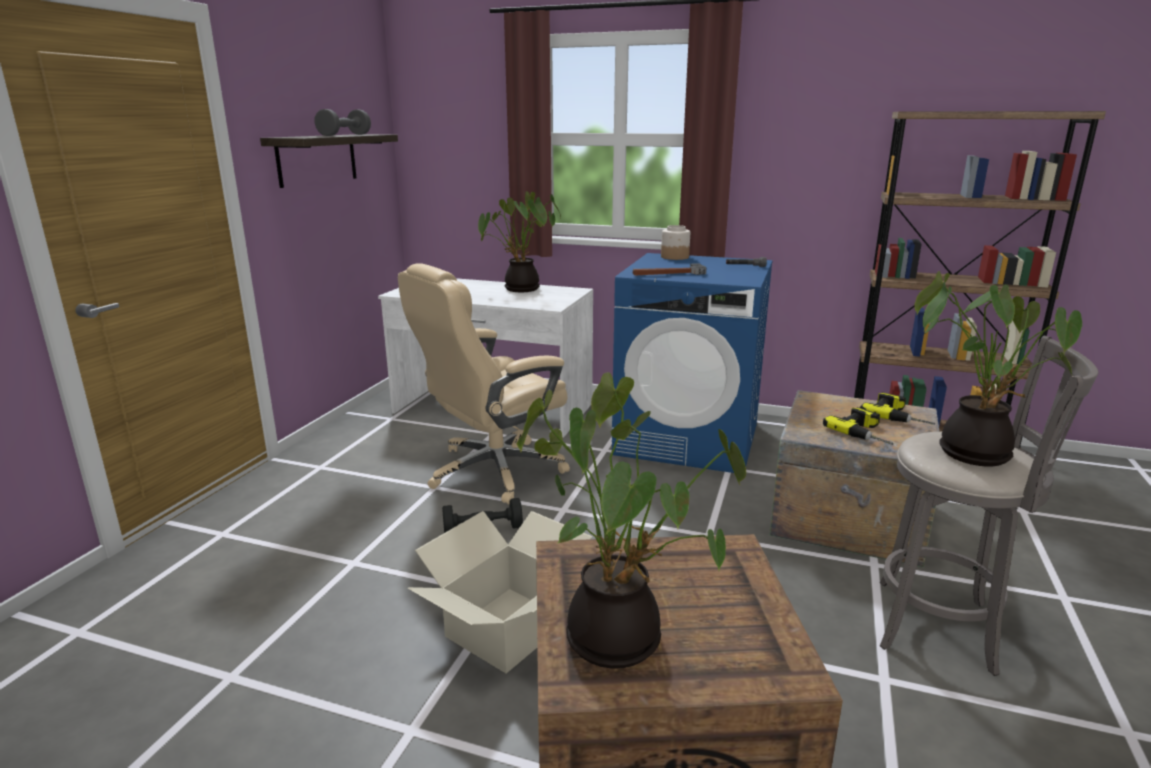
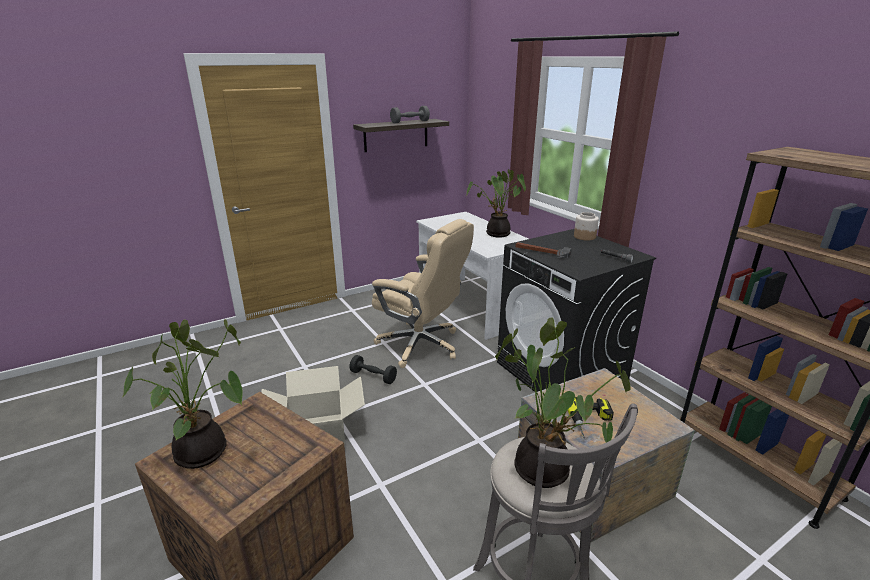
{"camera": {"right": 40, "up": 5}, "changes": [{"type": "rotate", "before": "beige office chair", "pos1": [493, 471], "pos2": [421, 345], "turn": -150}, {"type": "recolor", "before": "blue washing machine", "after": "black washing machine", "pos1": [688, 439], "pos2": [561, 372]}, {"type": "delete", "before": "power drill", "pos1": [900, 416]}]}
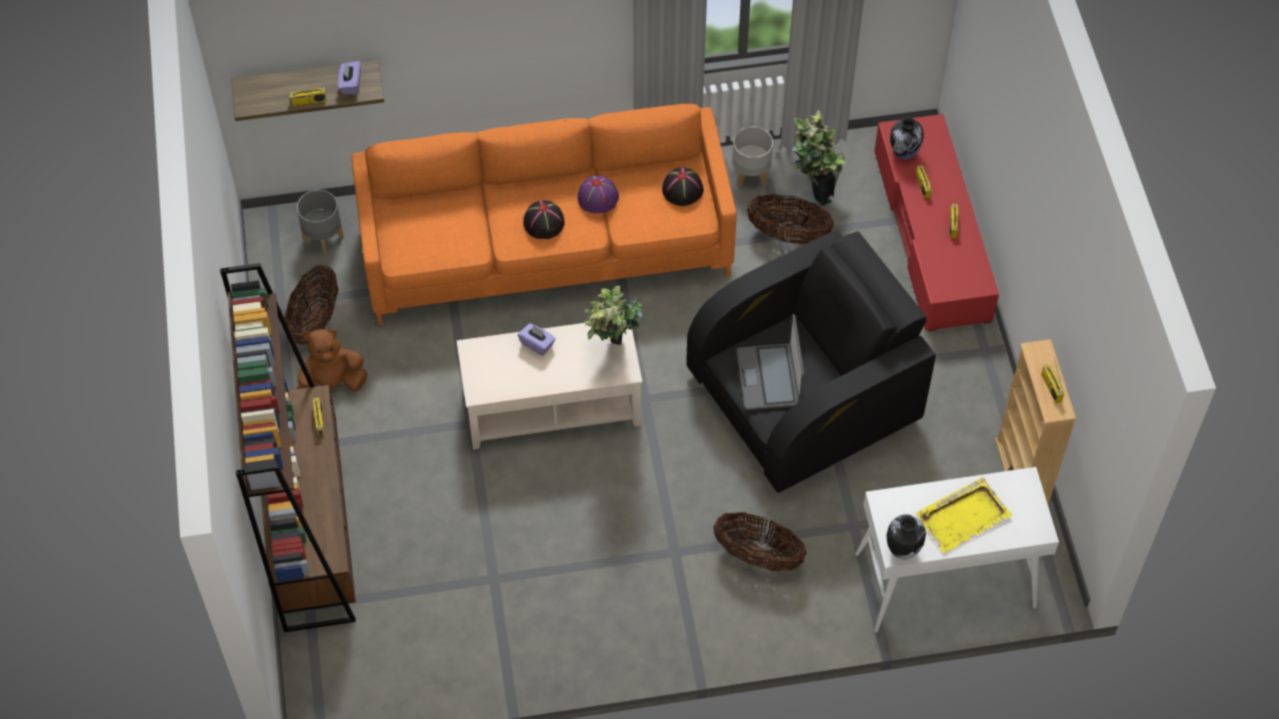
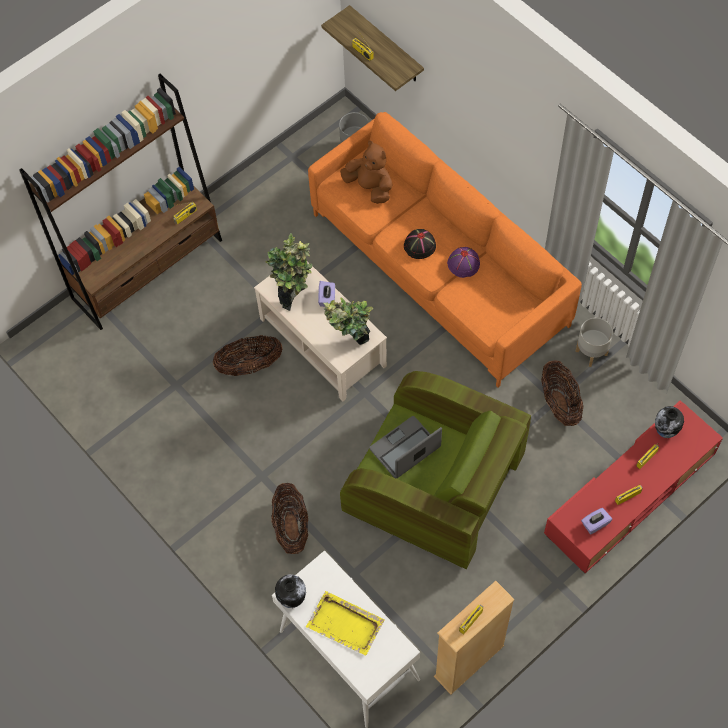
{"camera": {"right": 60, "up": 5}, "changes": [{"type": "move", "before": "basket", "pos1": [315, 320], "pos2": [250, 366]}, {"type": "move", "before": "potted plant", "pos1": [814, 190], "pos2": [293, 295]}, {"type": "move", "before": "brown plush toy", "pos1": [332, 384], "pos2": [369, 187]}, {"type": "recolor", "before": "black armchair", "after": "green armchair", "pos1": [806, 397], "pos2": [435, 487]}, {"type": "move", "before": "purple tissue box", "pos1": [350, 84], "pos2": [595, 524]}, {"type": "delete", "before": "black hat", "pos1": [682, 189]}]}
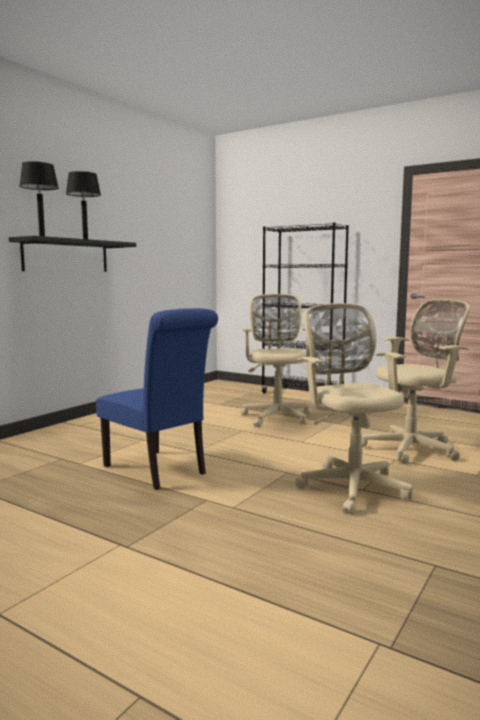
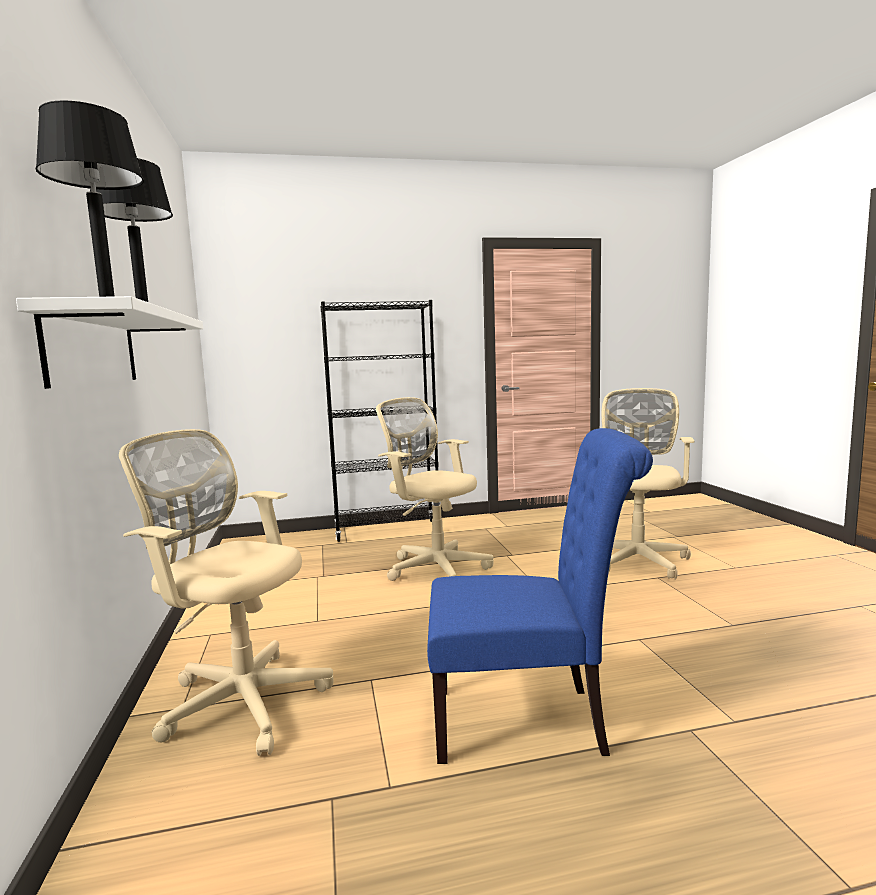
{"camera": {"right": -45, "up": 0}, "changes": [{"type": "recolor", "before": "black shelf", "after": "white shelf", "pos1": [66, 256], "pos2": [93, 348]}, {"type": "move", "before": "beige office chair", "pos1": [351, 486], "pos2": [240, 699]}]}
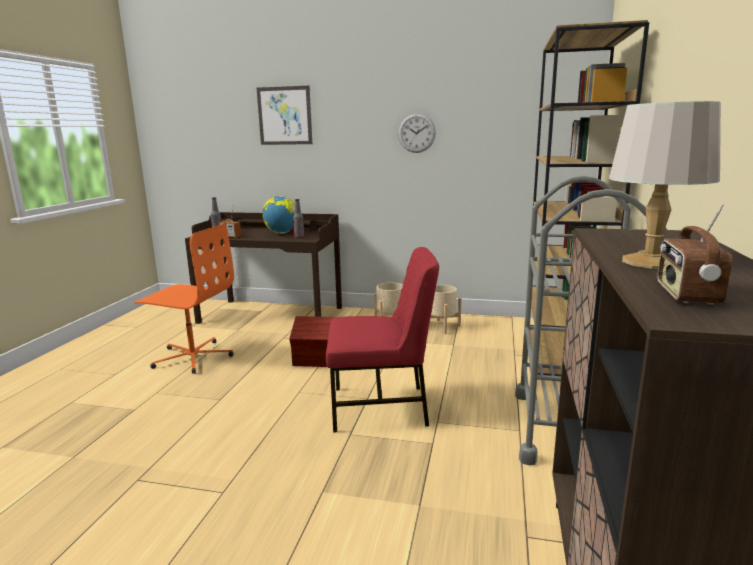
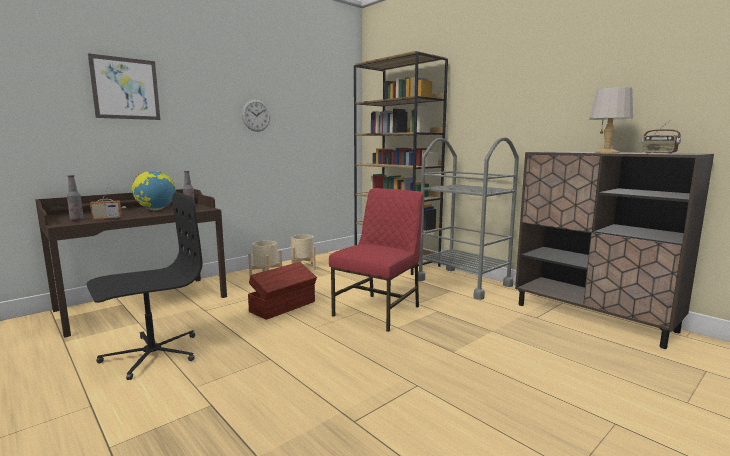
{"camera": {"right": -55, "up": -5}, "changes": [{"type": "recolor", "before": "orange office chair", "after": "black office chair", "pos1": [193, 357], "pos2": [152, 354]}]}
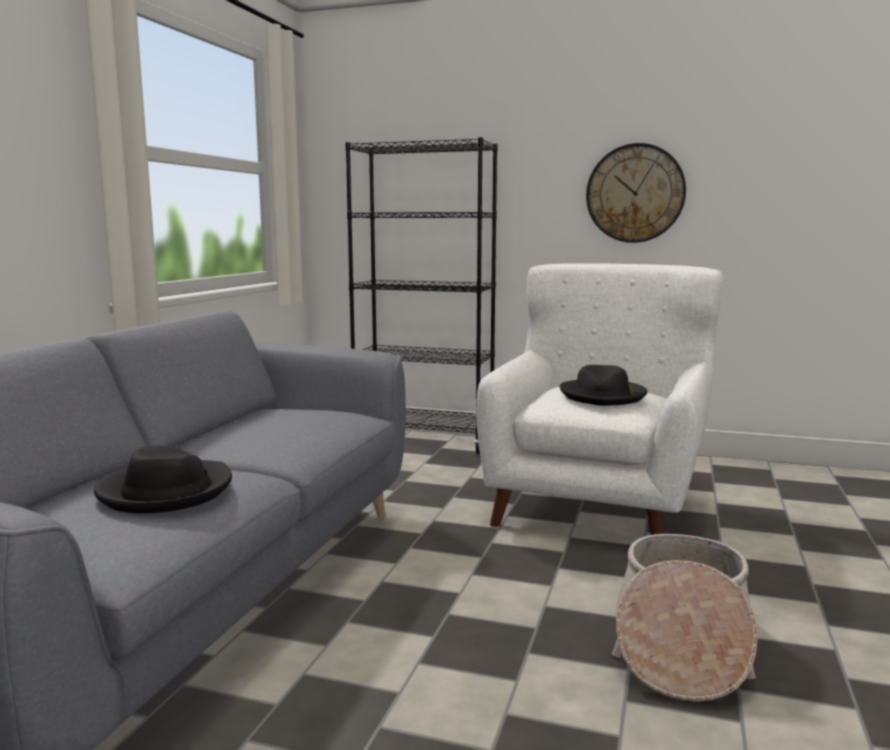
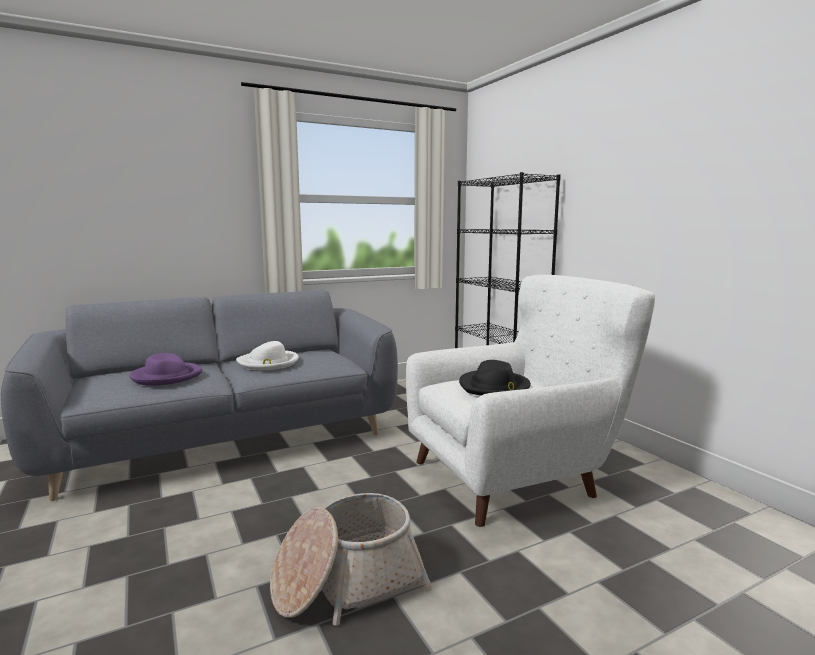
{"camera": {"right": 45, "up": 0}, "changes": [{"type": "recolor", "before": "black hat", "after": "purple hat", "pos1": [165, 491], "pos2": [166, 376]}, {"type": "insert", "after": "white hat", "pos2": [268, 363]}, {"type": "delete", "before": "wall clock", "pos1": [635, 193]}]}
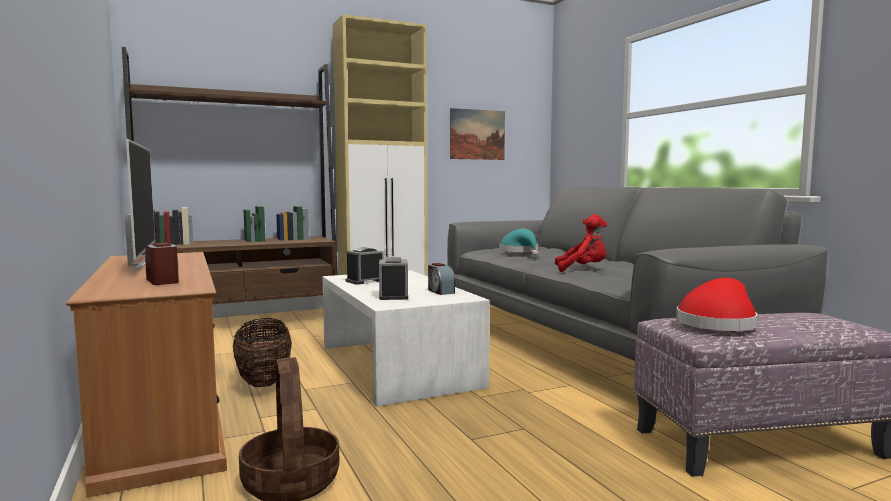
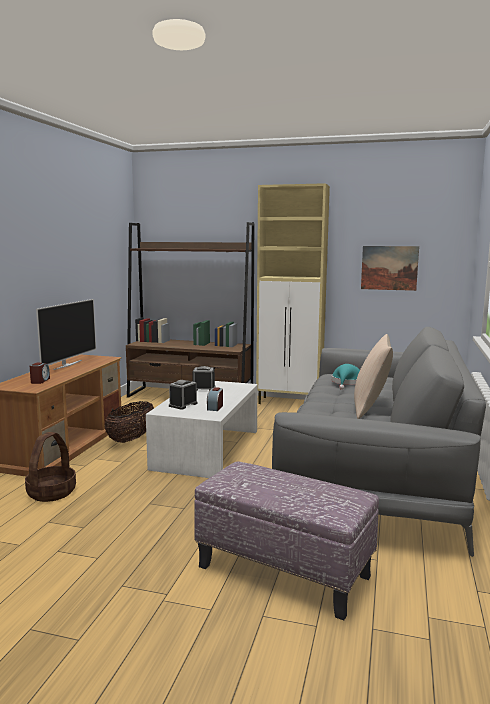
{"camera": {"right": 40, "up": 5}, "changes": [{"type": "insert", "after": "beige pillow", "pos2": [370, 408]}, {"type": "delete", "before": "red plush toy", "pos1": [583, 269]}, {"type": "delete", "before": "red hat", "pos1": [717, 323]}]}
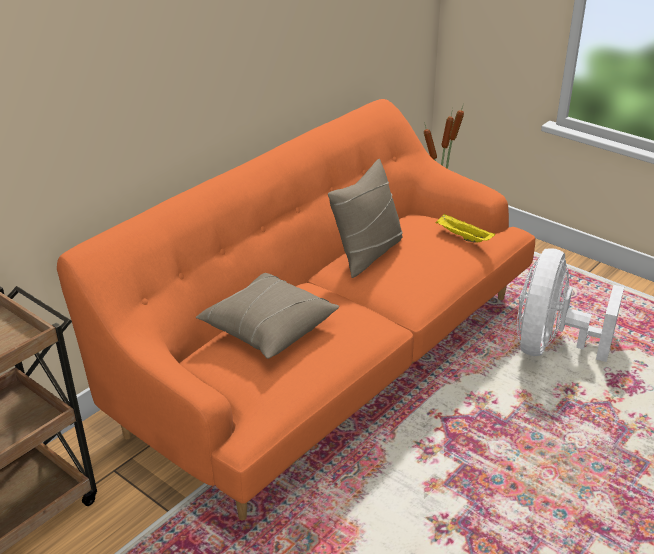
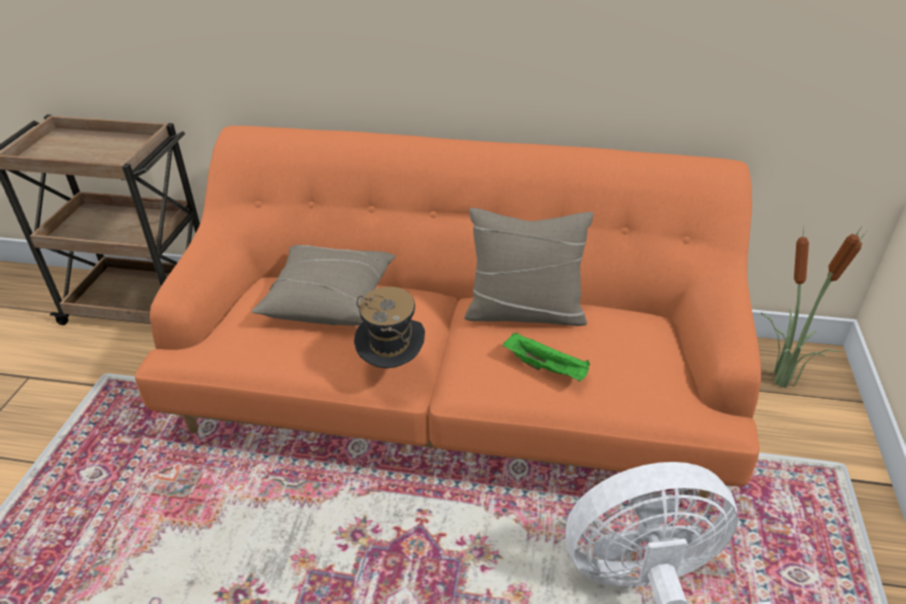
{"camera": {"right": 60, "up": 5}, "changes": [{"type": "insert", "after": "hat", "pos2": [392, 368]}, {"type": "insert", "after": "green tray", "pos2": [546, 368]}, {"type": "delete", "before": "yellow tray", "pos1": [462, 237]}]}
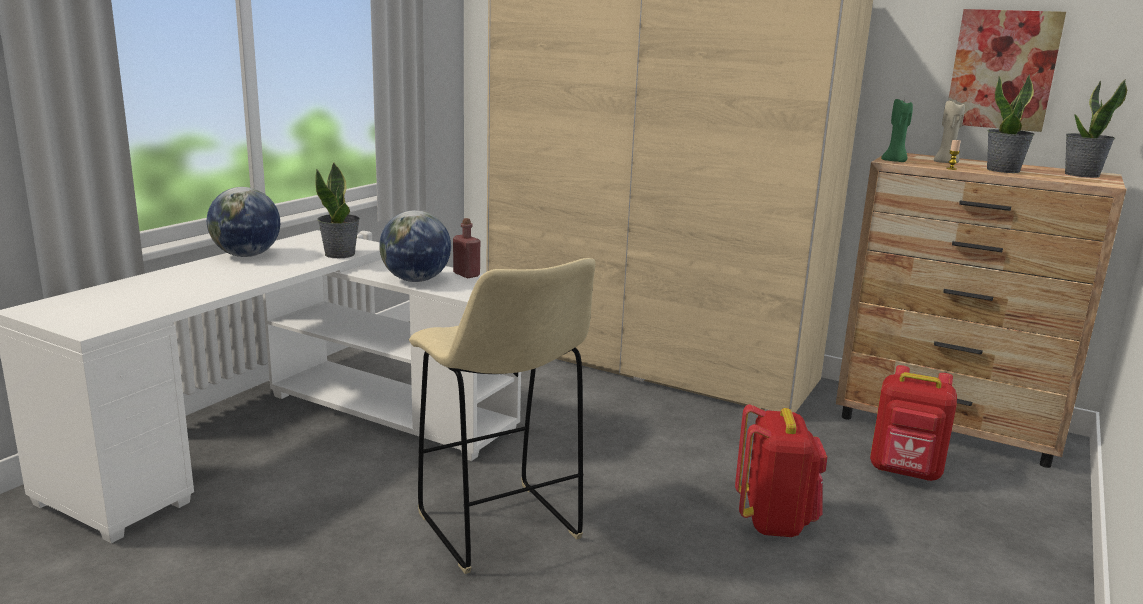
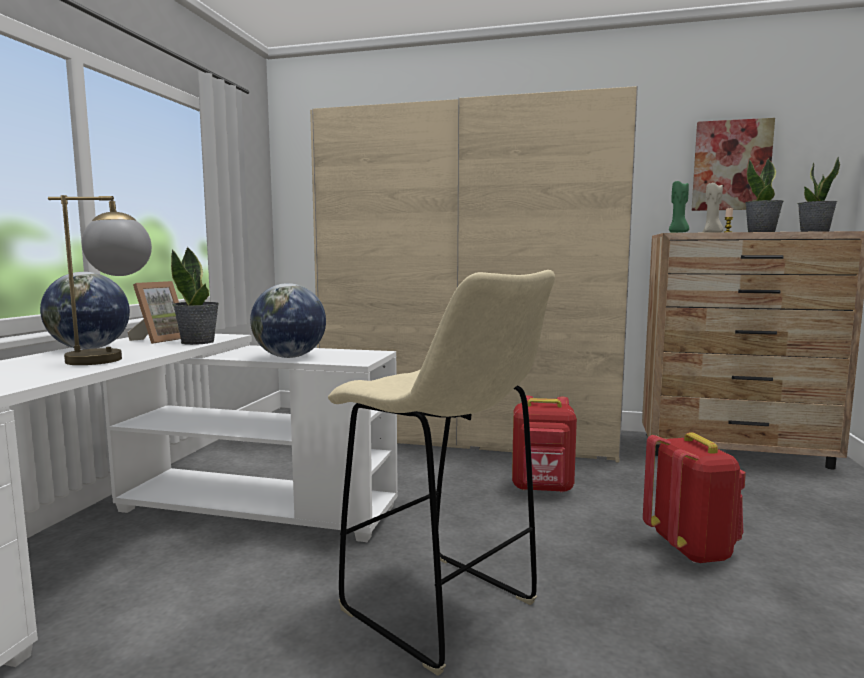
{"camera": {"right": -15, "up": -10}, "changes": [{"type": "insert", "after": "table lamp", "pos2": [113, 360]}, {"type": "insert", "after": "picture frame", "pos2": [159, 340]}, {"type": "move", "before": "red backpack", "pos1": [905, 472], "pos2": [542, 488]}, {"type": "delete", "before": "red bottle", "pos1": [466, 274]}]}
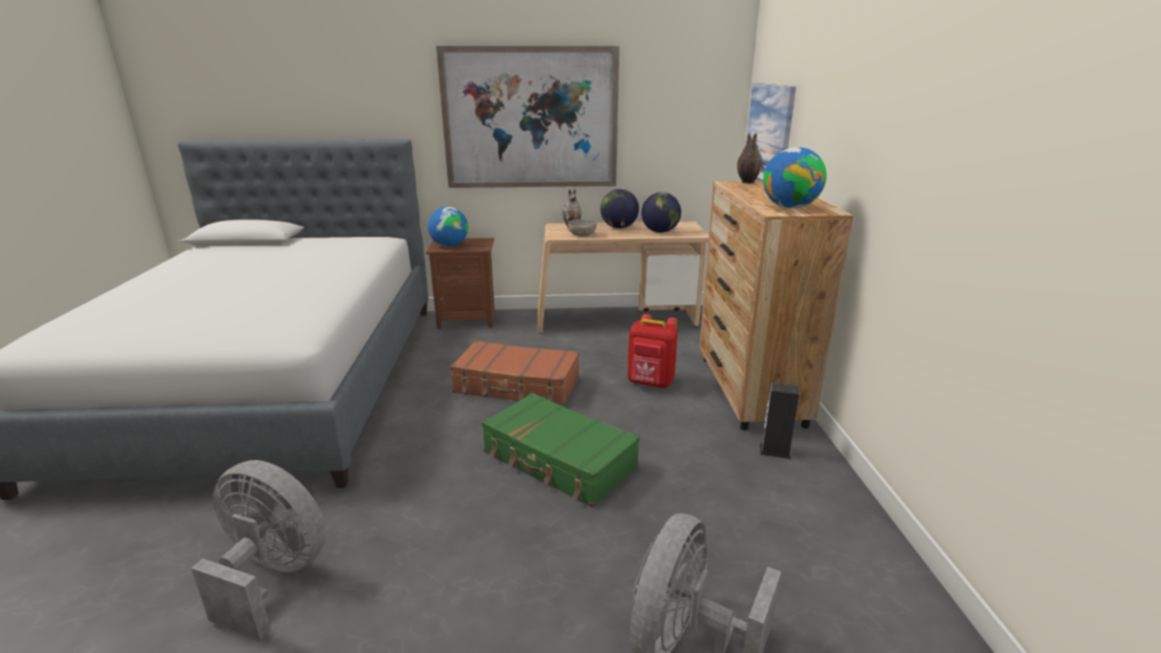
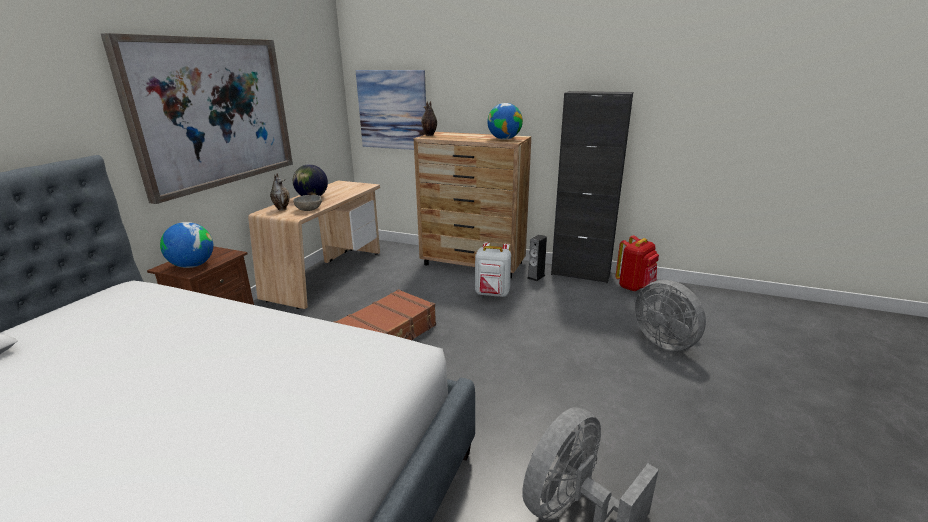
{"camera": {"right": -65, "up": 0}, "changes": [{"type": "insert", "after": "white backpack", "pos2": [492, 294]}, {"type": "insert", "after": "black cabinet", "pos2": [580, 274]}, {"type": "move", "before": "red backpack", "pos1": [650, 383], "pos2": [634, 286]}, {"type": "delete", "before": "green suitcase", "pos1": [559, 461]}, {"type": "delete", "before": "globe", "pos1": [660, 232]}]}
